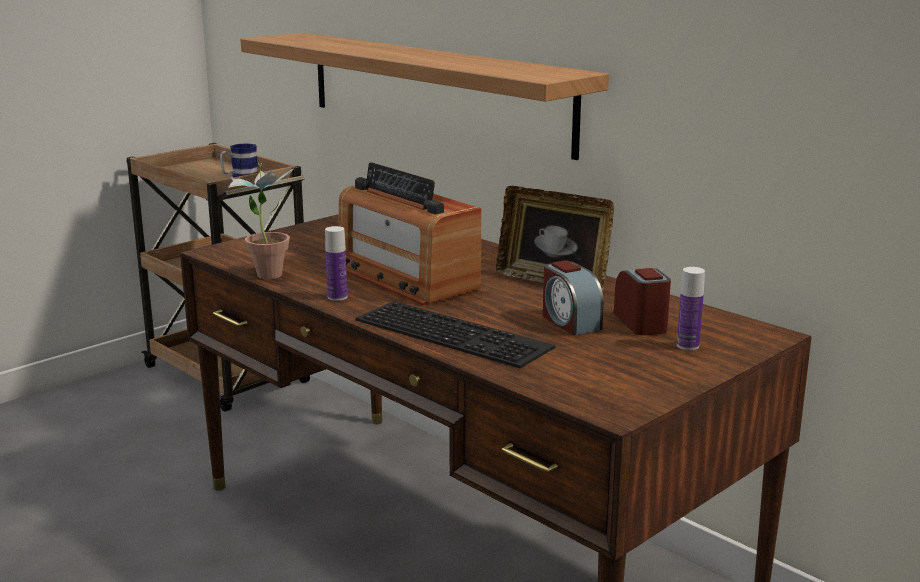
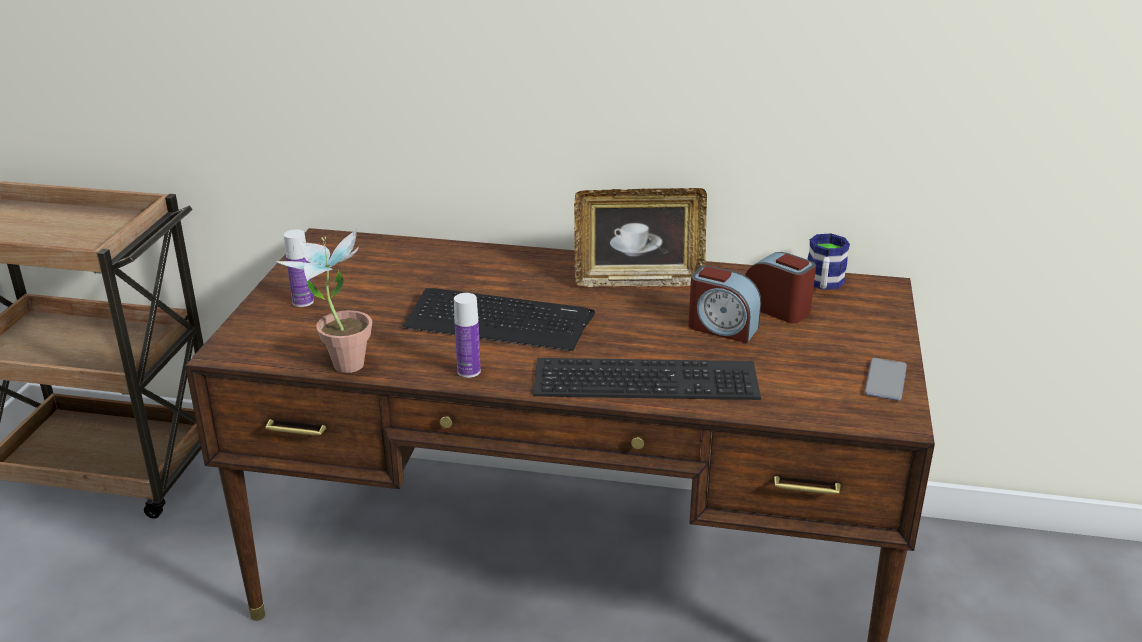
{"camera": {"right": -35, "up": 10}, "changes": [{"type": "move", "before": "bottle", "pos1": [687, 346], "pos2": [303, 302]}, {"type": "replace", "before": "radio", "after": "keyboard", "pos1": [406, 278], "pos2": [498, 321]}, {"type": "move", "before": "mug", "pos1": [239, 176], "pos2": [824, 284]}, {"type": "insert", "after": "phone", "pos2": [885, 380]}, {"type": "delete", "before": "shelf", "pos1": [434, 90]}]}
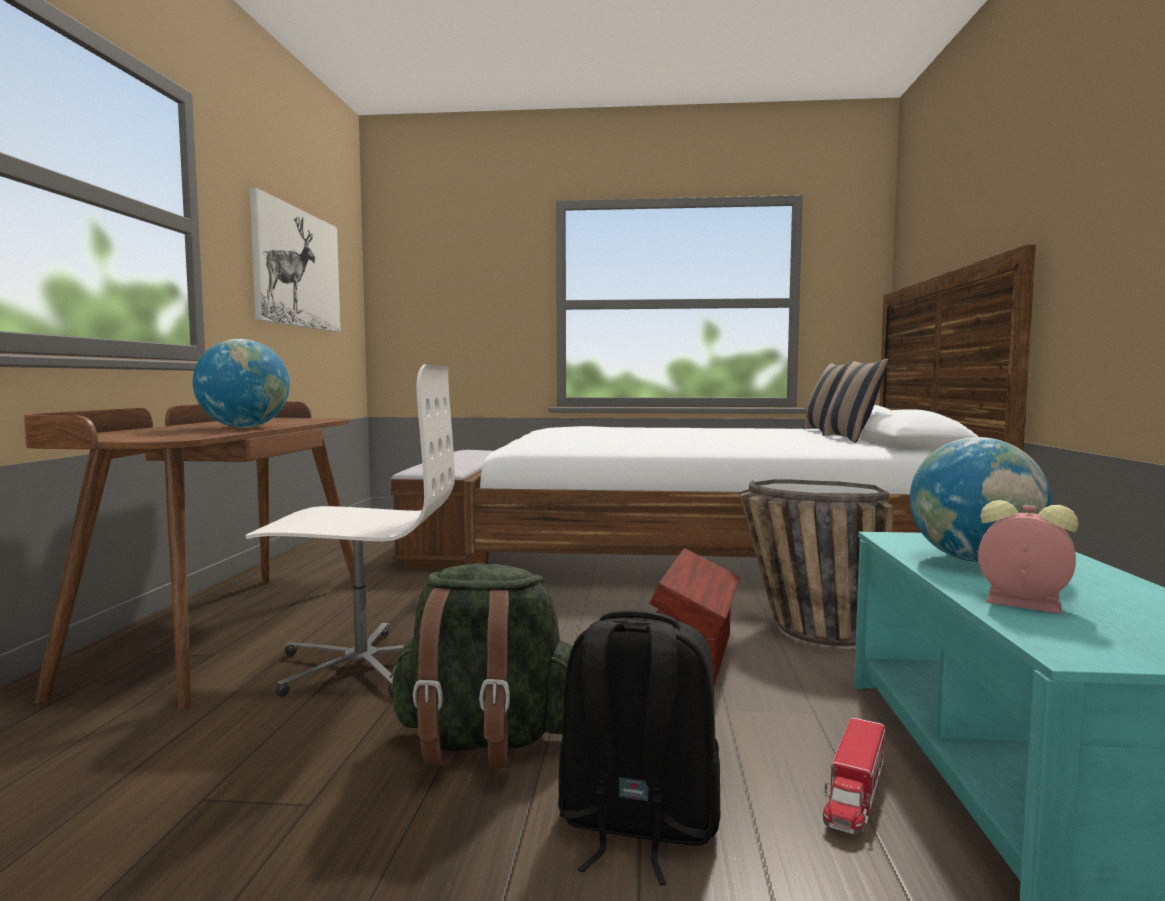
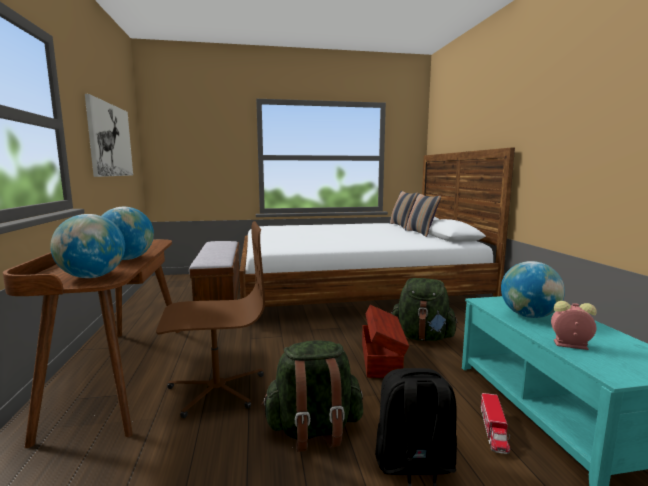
{"camera": {"right": -15, "up": 5}, "changes": [{"type": "insert", "after": "globe", "pos2": [93, 277]}, {"type": "recolor", "before": "white office chair", "after": "brown office chair", "pos1": [361, 665], "pos2": [216, 389]}, {"type": "replace", "before": "basket", "after": "green backpack", "pos1": [802, 629], "pos2": [422, 337]}]}
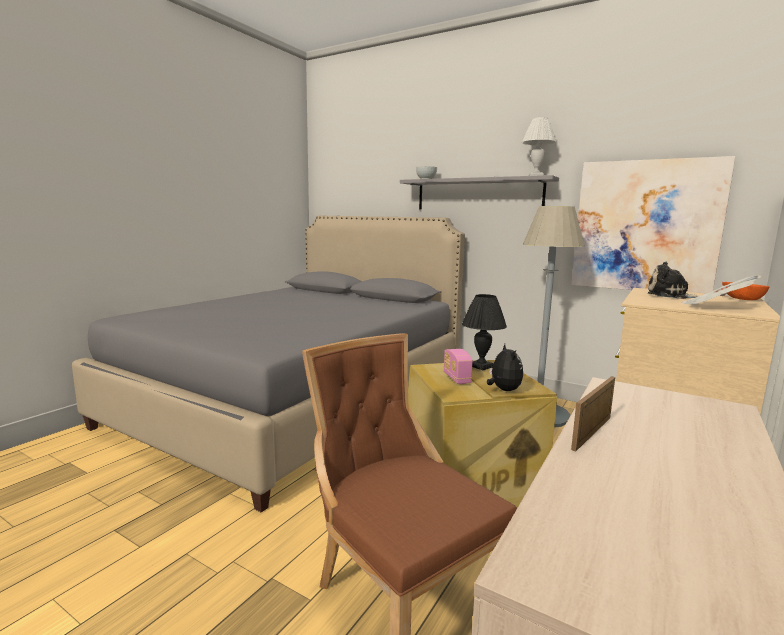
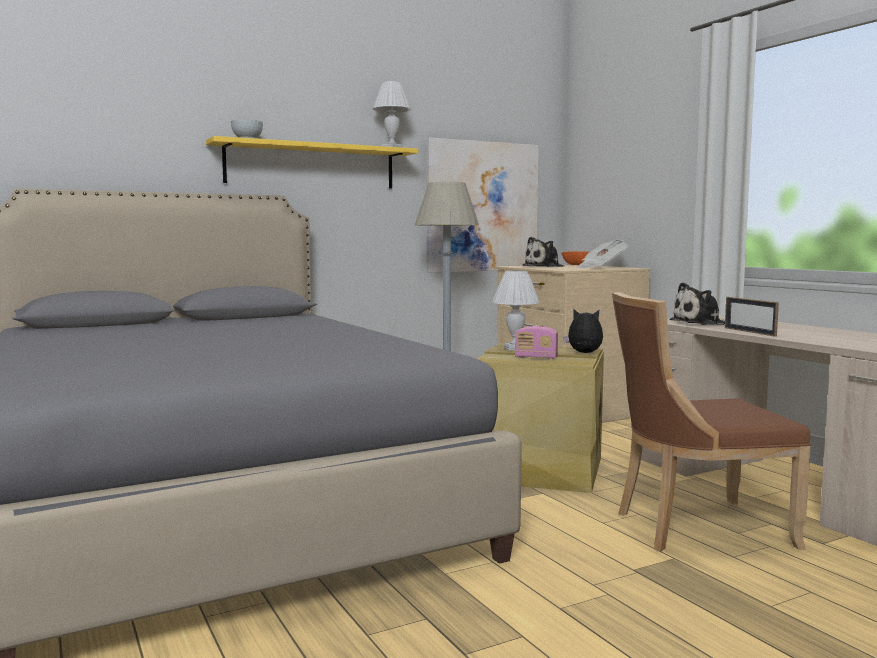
{"camera": {"right": -60, "up": -5}, "changes": [{"type": "recolor", "before": "grey shelf", "after": "yellow shelf", "pos1": [478, 194], "pos2": [311, 166]}, {"type": "recolor", "before": "black table lamp", "after": "white table lamp", "pos1": [481, 366], "pos2": [514, 348]}, {"type": "insert", "after": "plush toy", "pos2": [701, 323]}]}
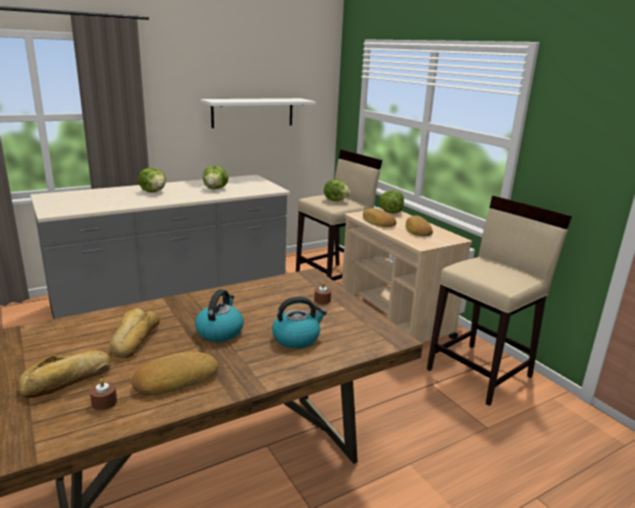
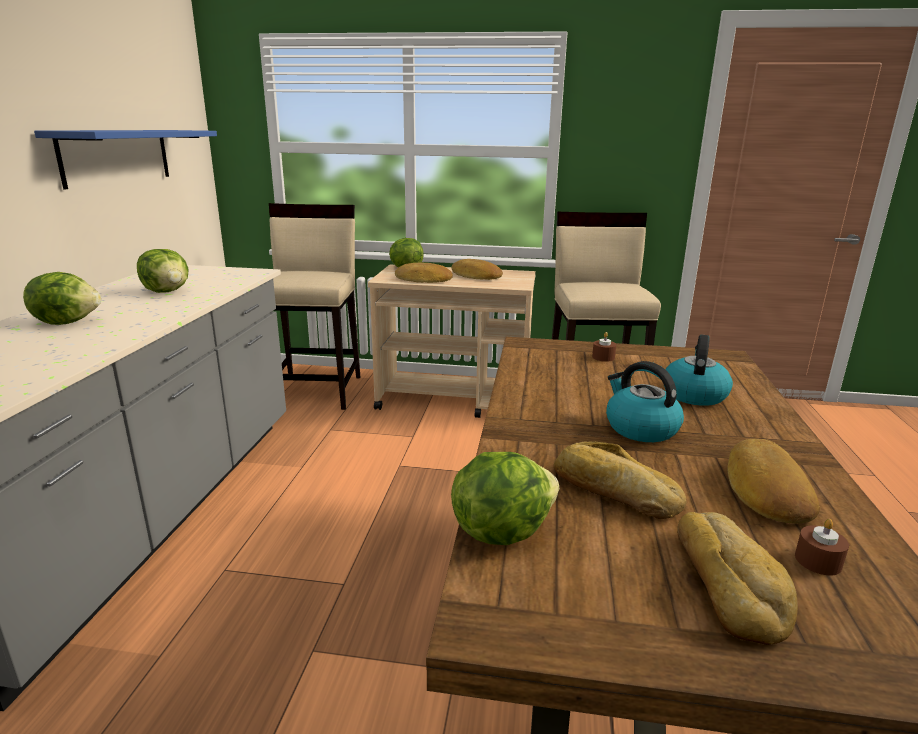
{"camera": {"right": -50, "up": 0}, "changes": [{"type": "recolor", "before": "white shelf", "after": "blue shelf", "pos1": [253, 112], "pos2": [117, 156]}, {"type": "move", "before": "lettuce", "pos1": [336, 200], "pos2": [500, 530]}]}
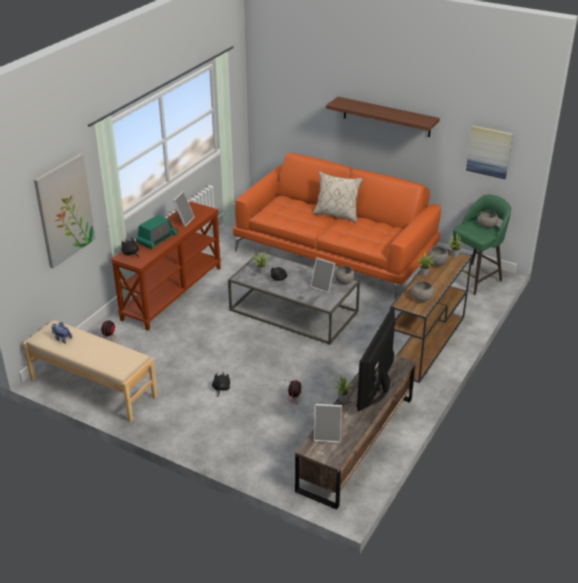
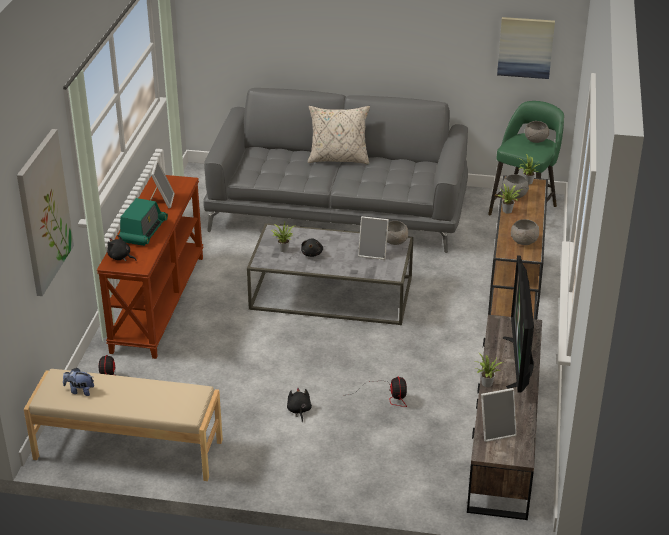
{"camera": {"right": -20, "up": 0}, "changes": [{"type": "recolor", "before": "orange sofa", "after": "grey sofa", "pos1": [335, 252], "pos2": [339, 209]}, {"type": "delete", "before": "shelf", "pos1": [386, 117]}]}
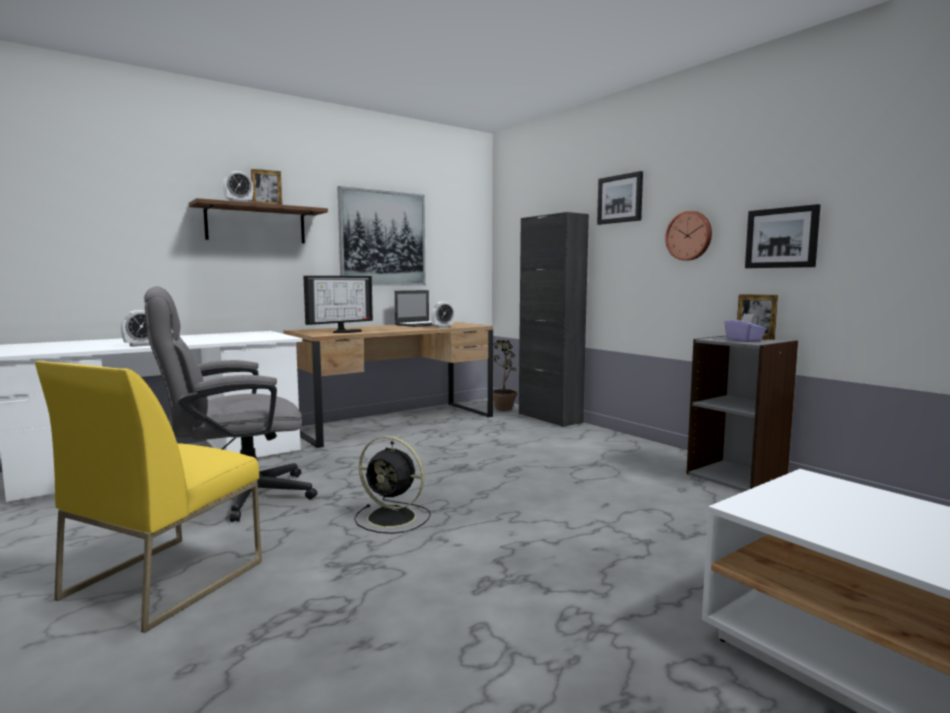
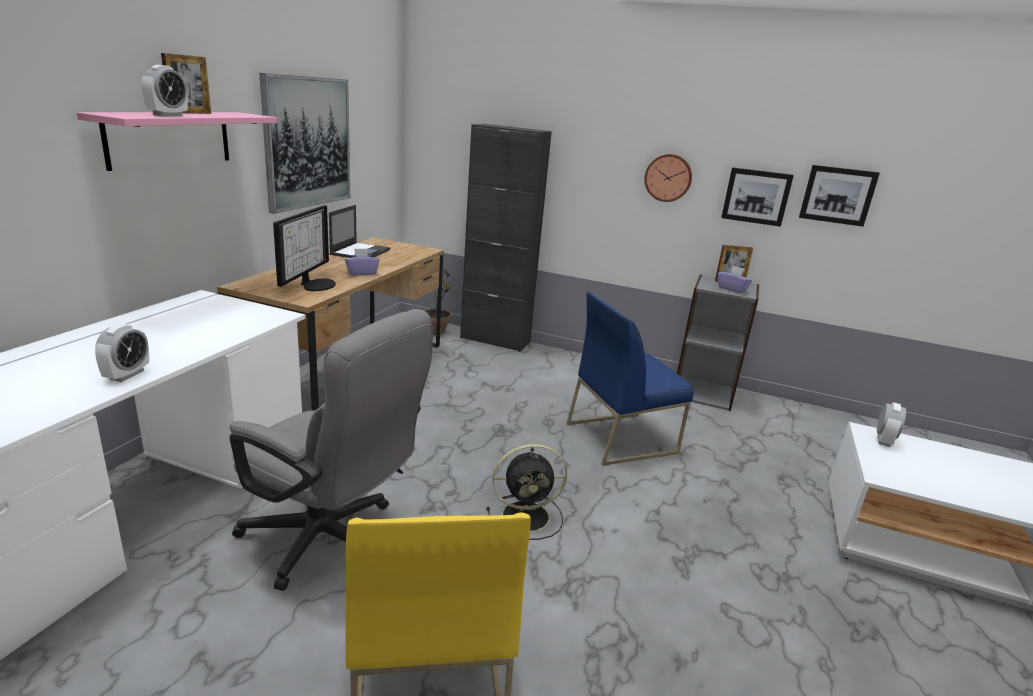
{"camera": {"right": -35, "up": 15}, "changes": [{"type": "recolor", "before": "brown shelf", "after": "pink shelf", "pos1": [256, 224], "pos2": [170, 138]}, {"type": "rotate", "before": "grey office chair", "pos1": [233, 498], "pos2": [331, 542], "turn": -90}, {"type": "insert", "after": "purple tissue box", "pos2": [361, 273]}, {"type": "insert", "after": "blue chair", "pos2": [621, 437]}, {"type": "move", "before": "picture", "pos1": [620, 199], "pos2": [837, 195]}, {"type": "move", "before": "alarm clock", "pos1": [442, 327], "pos2": [883, 440]}]}
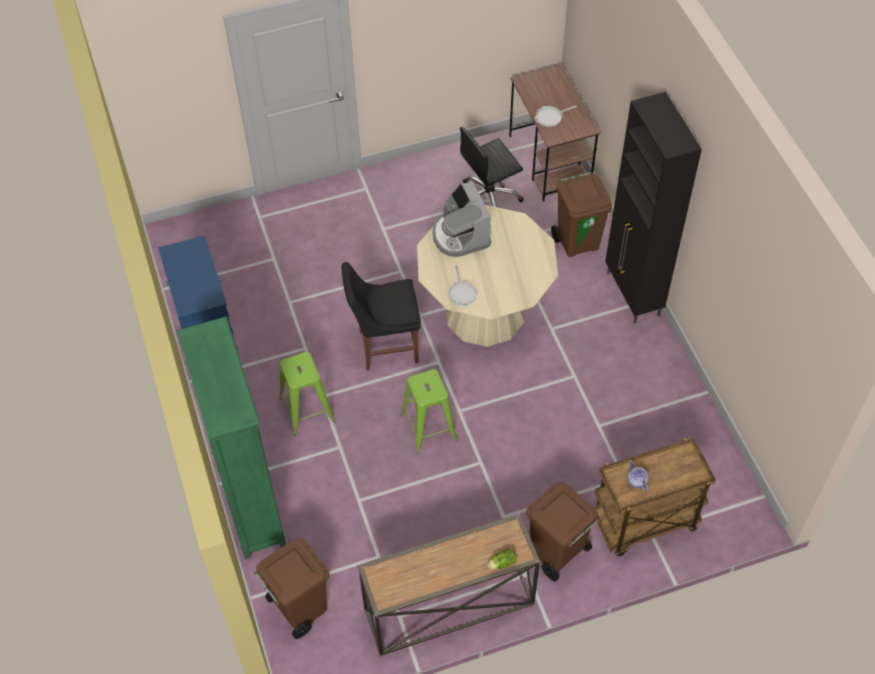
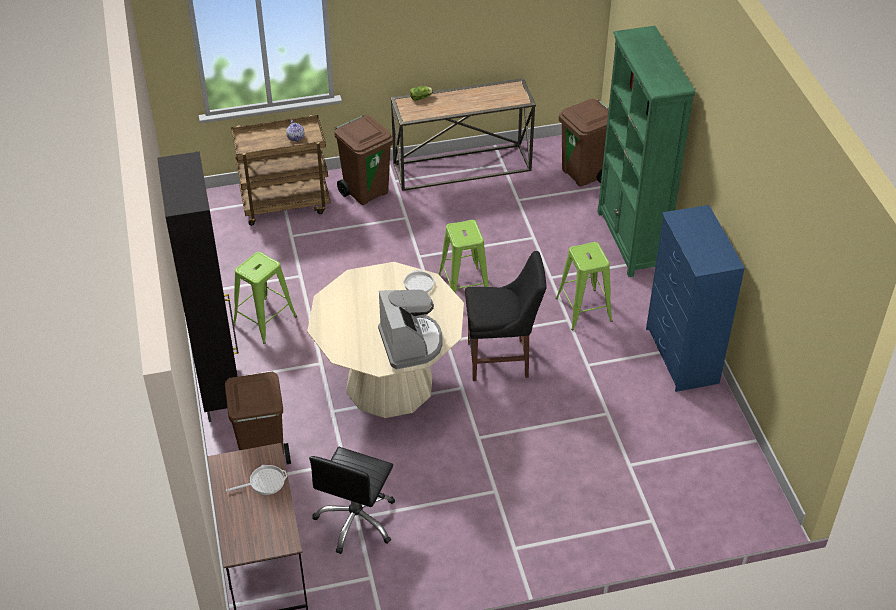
{"camera": {"right": -175, "up": -10}, "changes": [{"type": "insert", "after": "green stool", "pos2": [264, 321]}, {"type": "rotate", "before": "black office chair", "pos1": [489, 198], "pos2": [356, 520], "turn": 135}]}
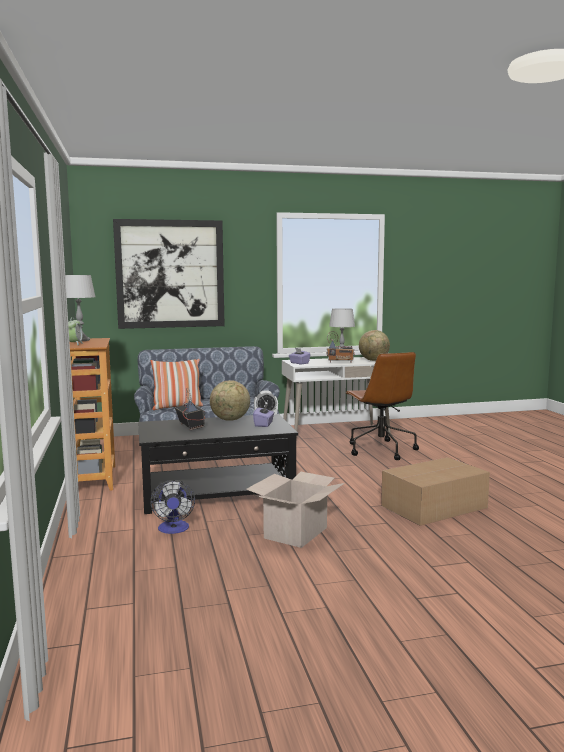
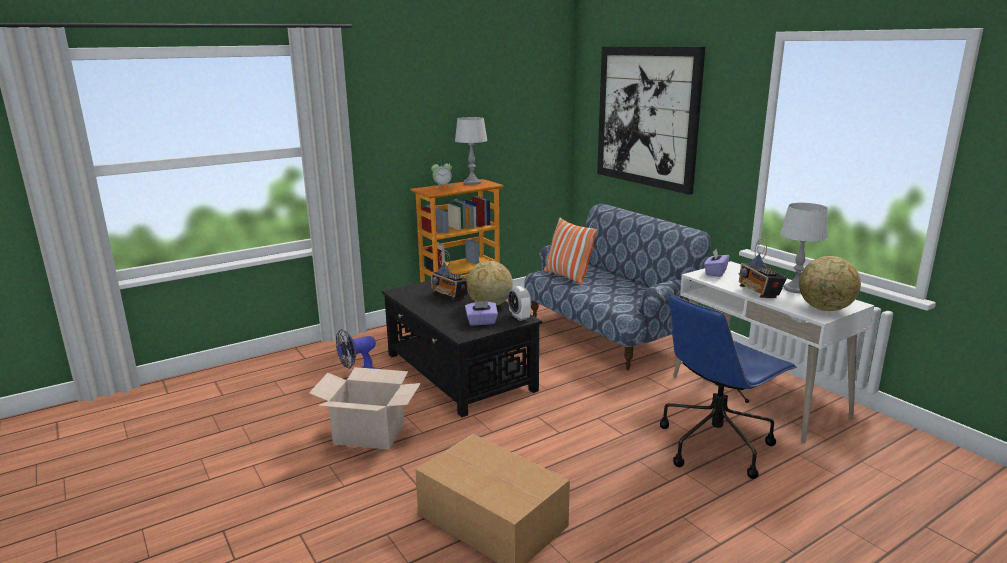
{"camera": {"right": 70, "up": 10}, "changes": [{"type": "rotate", "before": "radio", "pos1": [190, 426], "pos2": [450, 295], "turn": 90}, {"type": "recolor", "before": "brown office chair", "after": "blue office chair", "pos1": [380, 450], "pos2": [716, 444]}]}
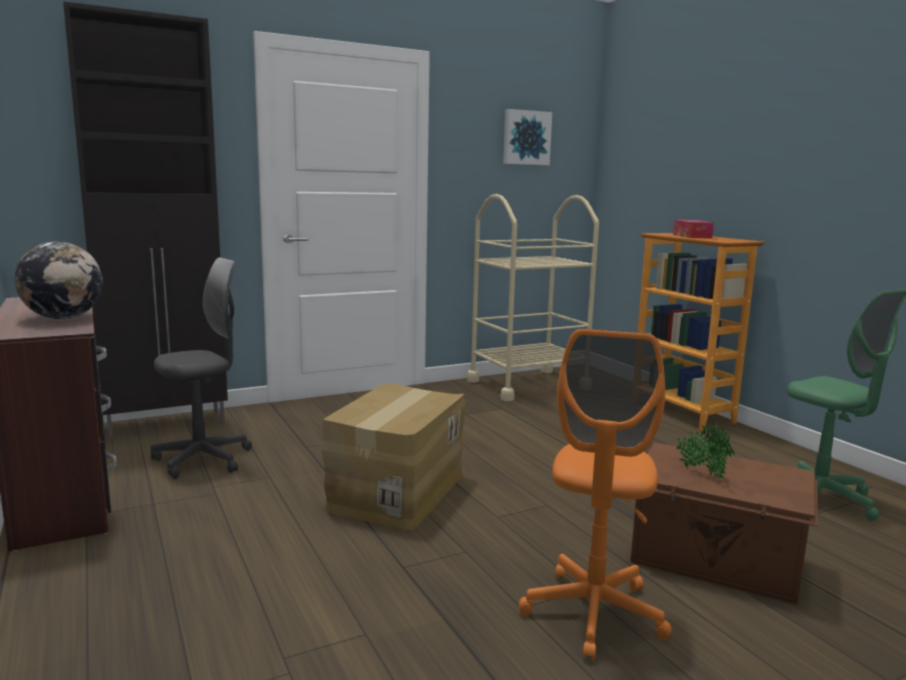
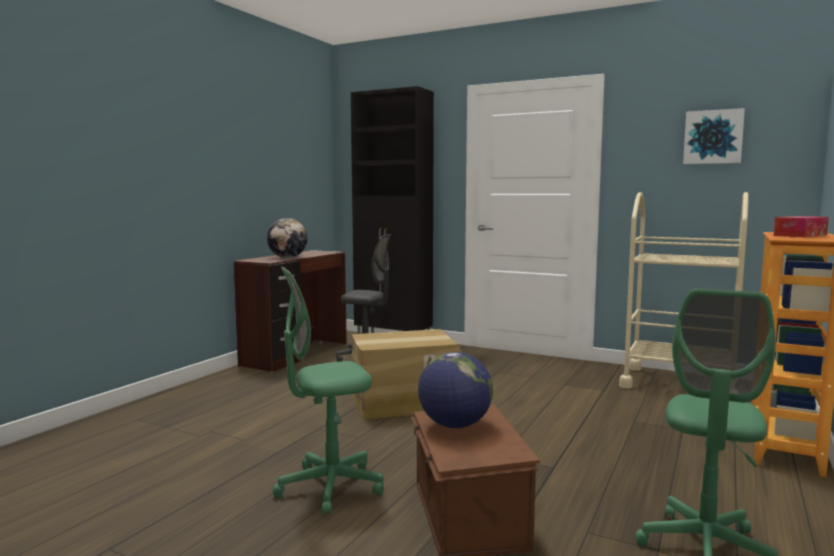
{"camera": {"right": 55, "up": -5}, "changes": [{"type": "recolor", "before": "orange office chair", "after": "green office chair", "pos1": [593, 614], "pos2": [330, 487]}, {"type": "replace", "before": "potted plant", "after": "globe", "pos1": [702, 473], "pos2": [455, 425]}]}
